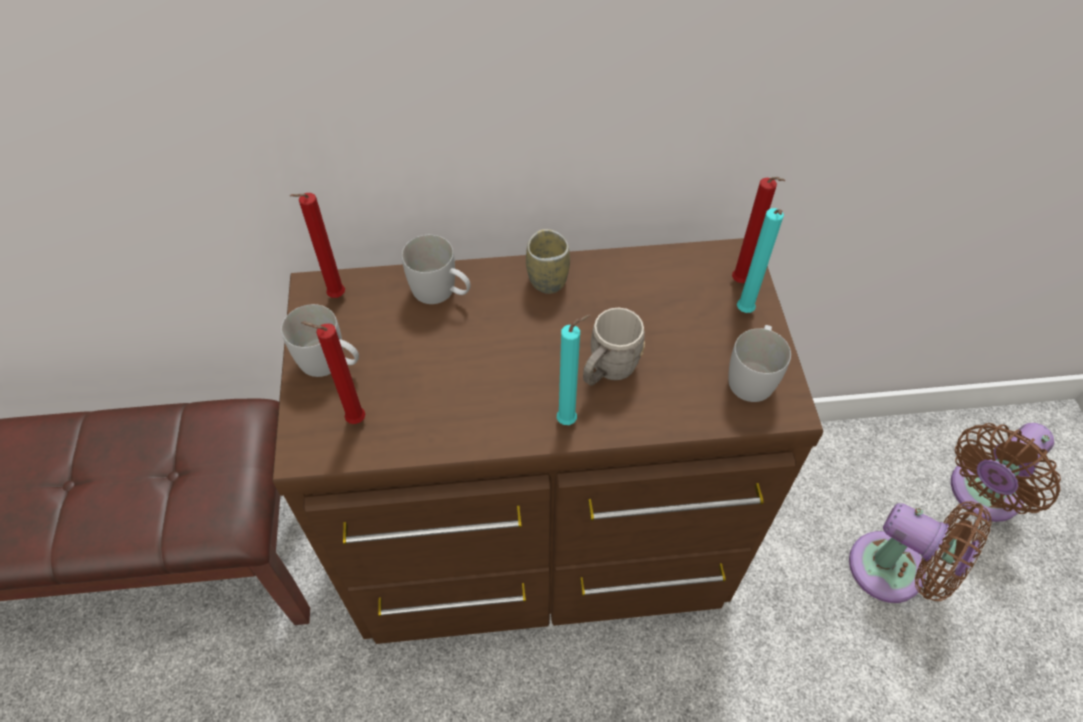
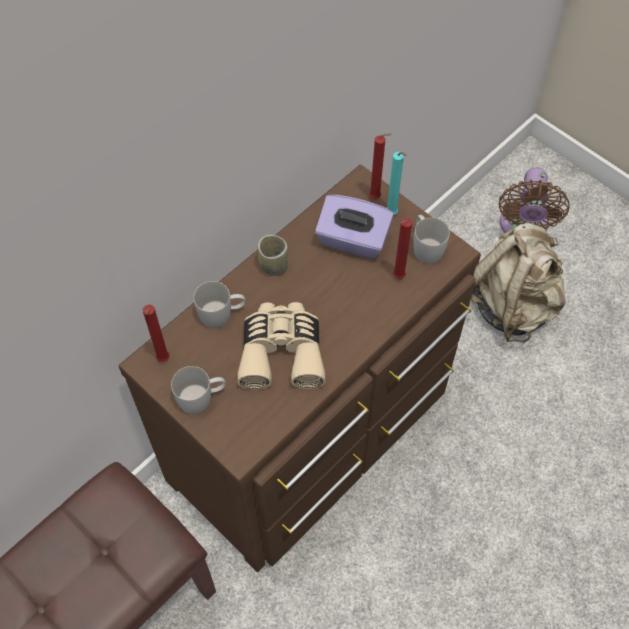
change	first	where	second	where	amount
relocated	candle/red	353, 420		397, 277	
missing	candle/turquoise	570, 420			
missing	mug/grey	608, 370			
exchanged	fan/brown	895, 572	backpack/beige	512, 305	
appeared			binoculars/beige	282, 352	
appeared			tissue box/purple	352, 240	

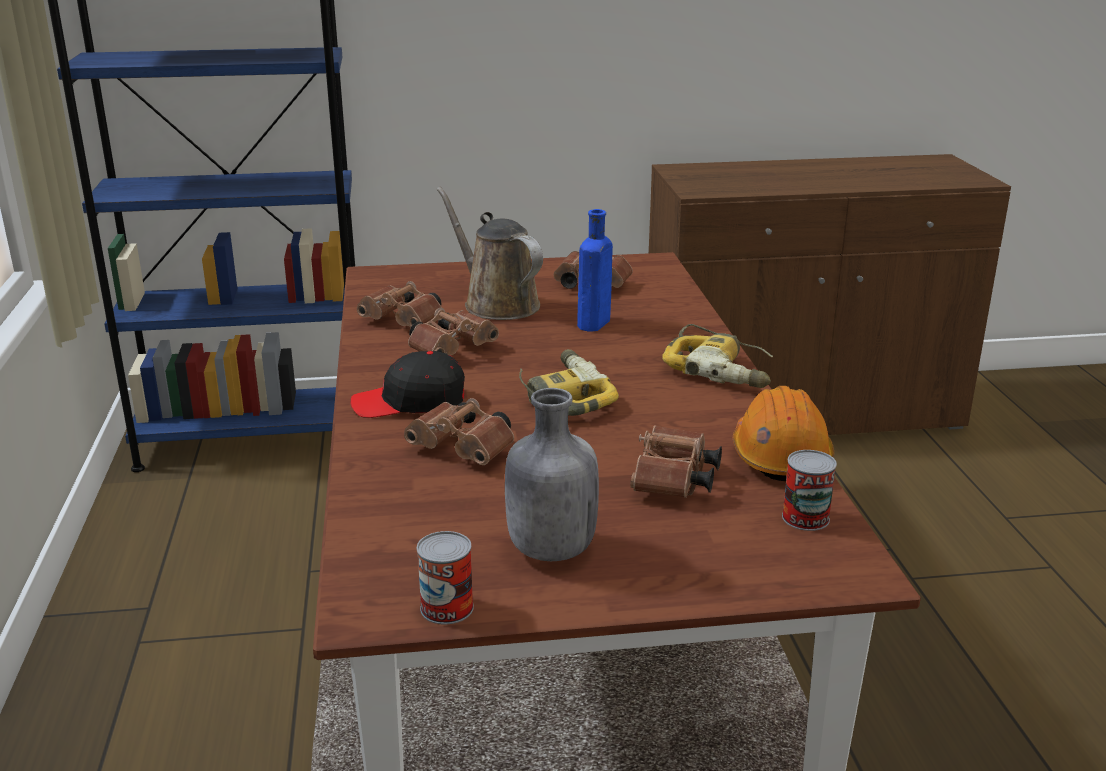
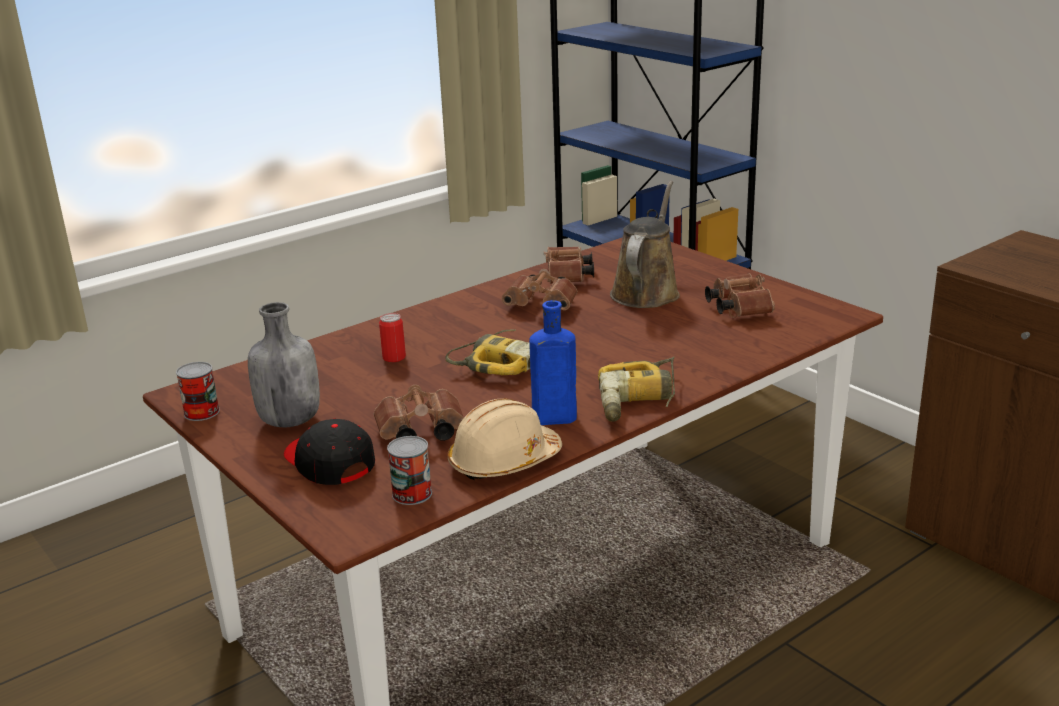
change	first	where	second	where	amount
relocated	cap/black	410, 402		329, 463	
exchanged	binoculars/brown	465, 450	can	394, 357	
relocated	bottle/blue	593, 325		551, 419	
colour	hard hat/orange	780, 456	hard hat/beige	504, 461	

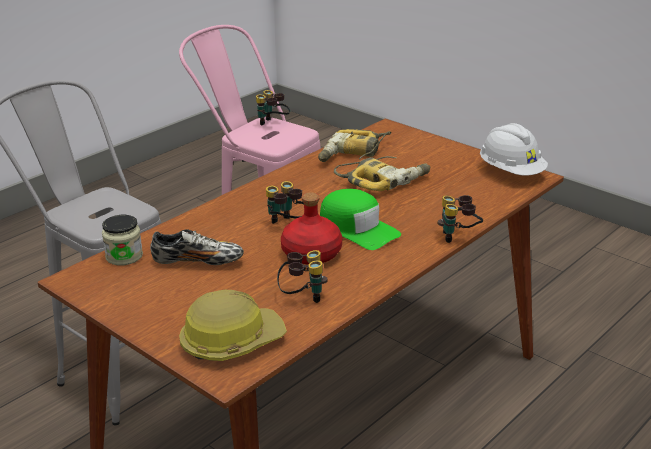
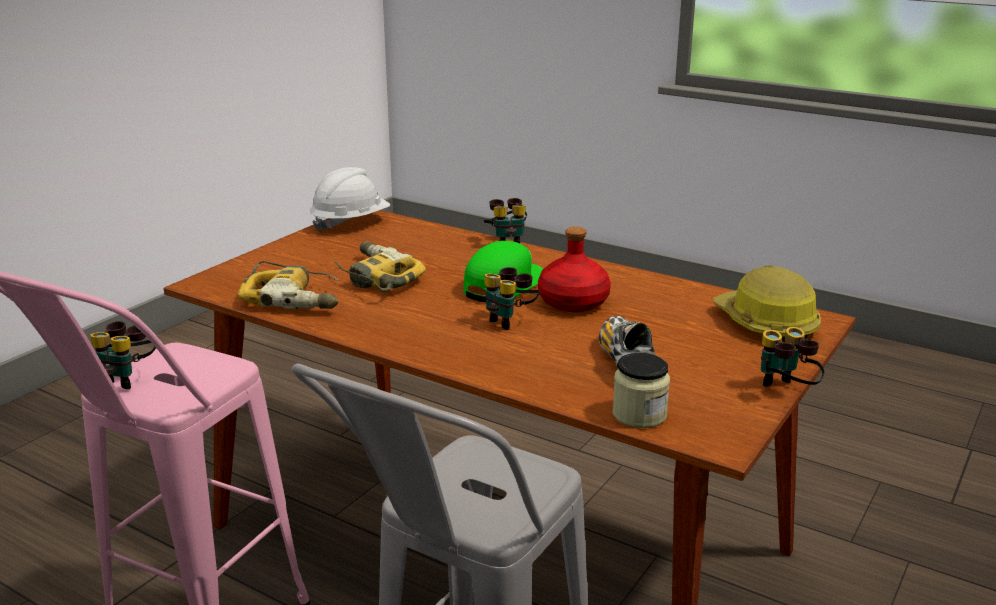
change	first	where	second	where	amount
relocated	binoculars	302, 297		785, 392	

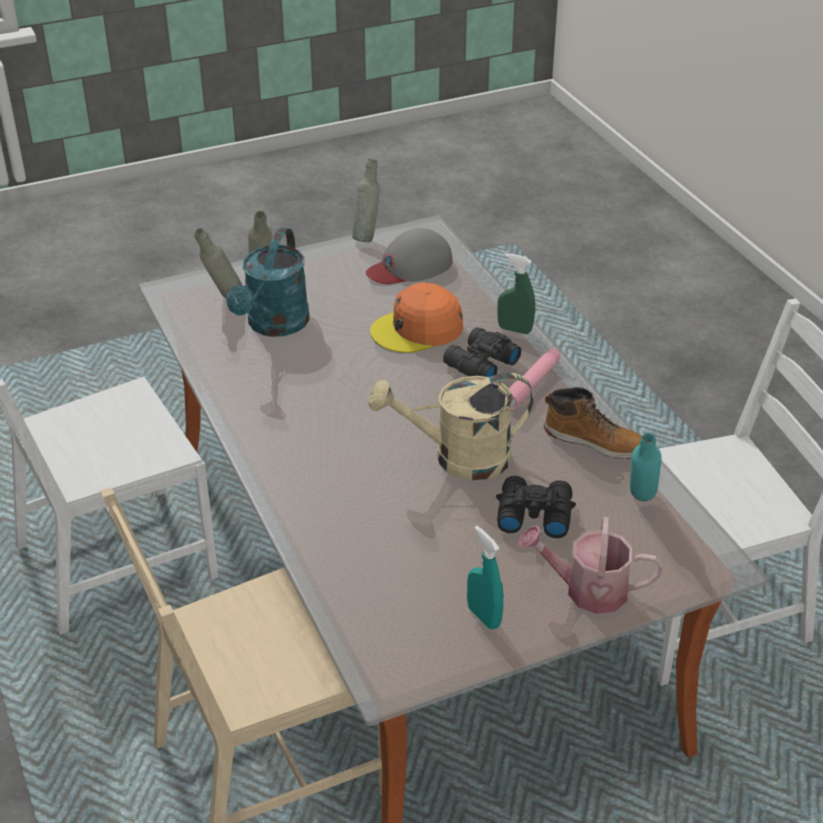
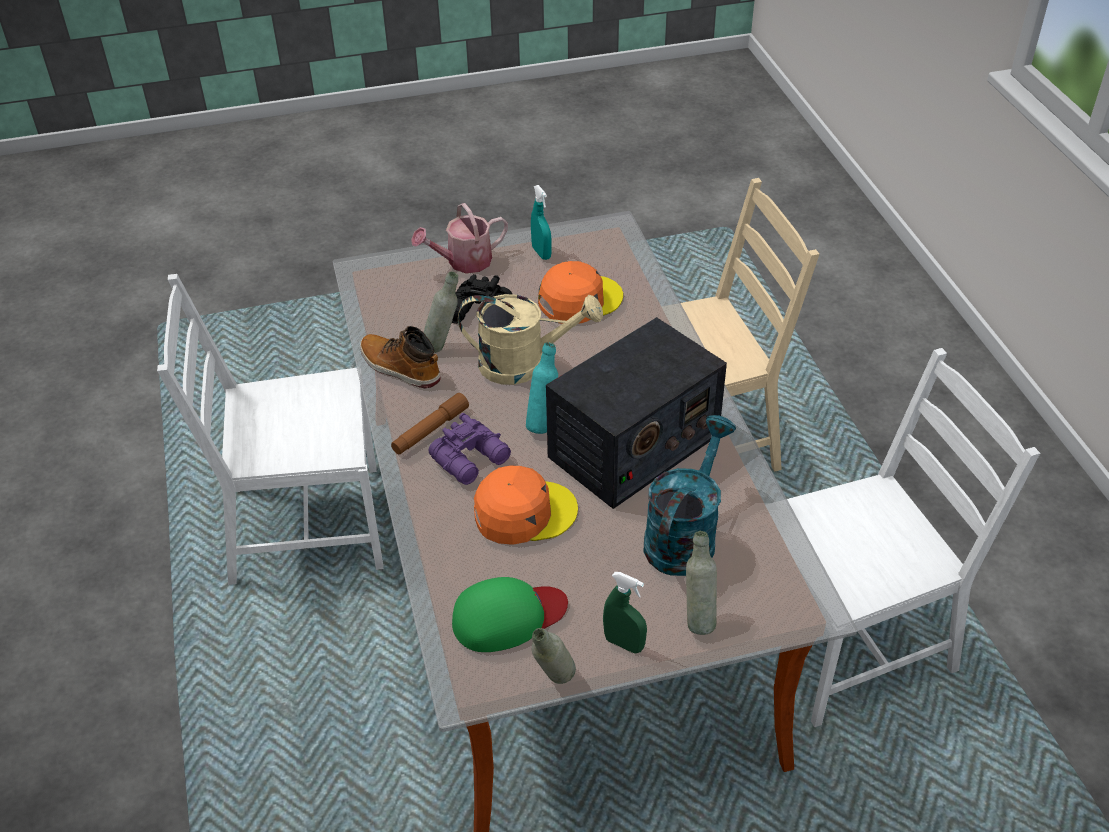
change	first	where	second	where	amount
relocated	bottle/grey	222, 299		443, 346	
colour	cap/grey	410, 266	cap/green	508, 617	
colour	binoculars/black	479, 364	binoculars/purple	472, 459	
relocated	spray bottle/green	514, 329		624, 643	
colour	flashlight/pink	531, 384	flashlight/brown	430, 430	
spun	watering can	587, 590		463, 262	135 degrees clockwise
relocated	bottle/turquoise	640, 503		543, 423	
appeared			cap/orange	579, 300	
appeared			radio	633, 446	

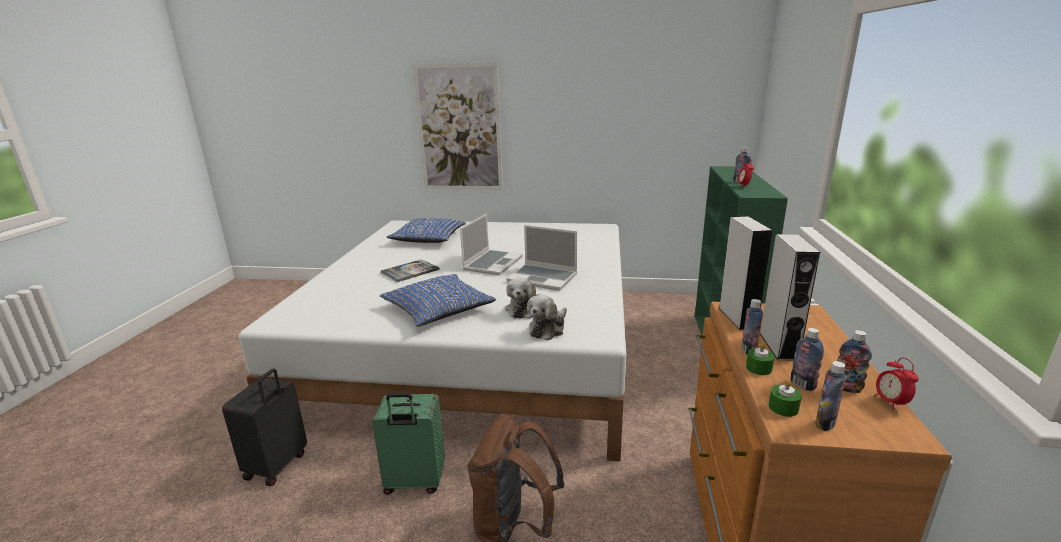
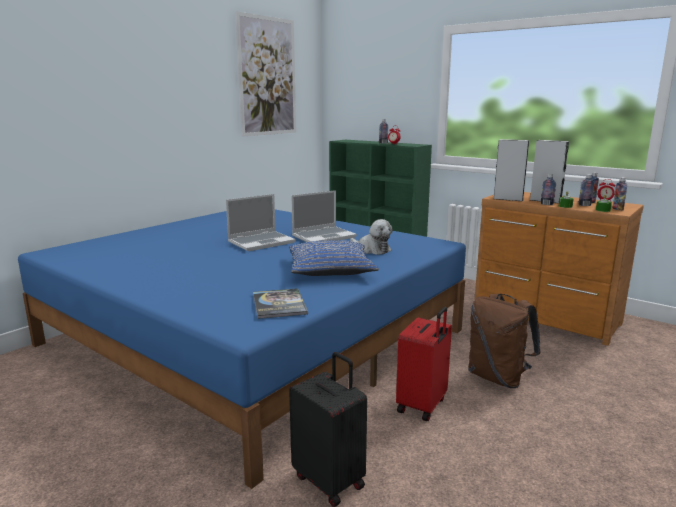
change	first	where	second	where	amount
colour	bed/white	478, 347	bed/blue	254, 337	
colour	suitcase/green	414, 482	suitcase/red	423, 405	
relocated	book	410, 271		279, 304	
missing	pillow/blue	428, 238			
relocated	picture	459, 128		267, 77	
spun	laptop	492, 263		261, 242	90 degrees clockwise
missing	plush toy	548, 329			

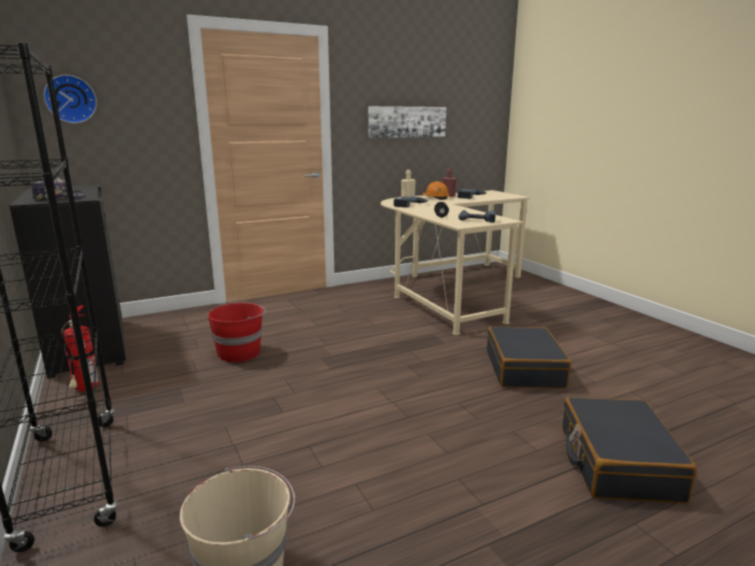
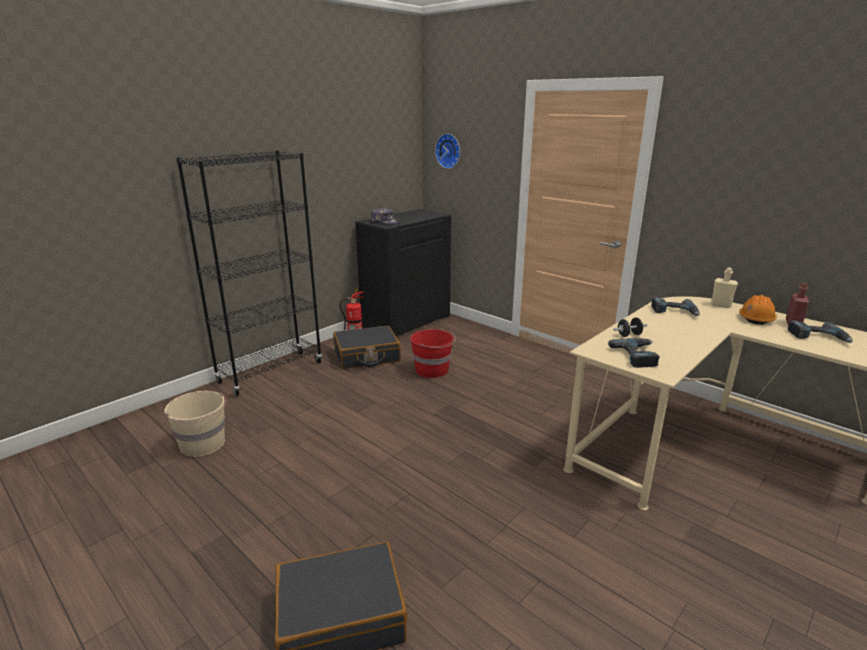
change	first	where	second	where	amount
missing	picture	407, 122			
relocated	suitcase/black	524, 369		367, 356	

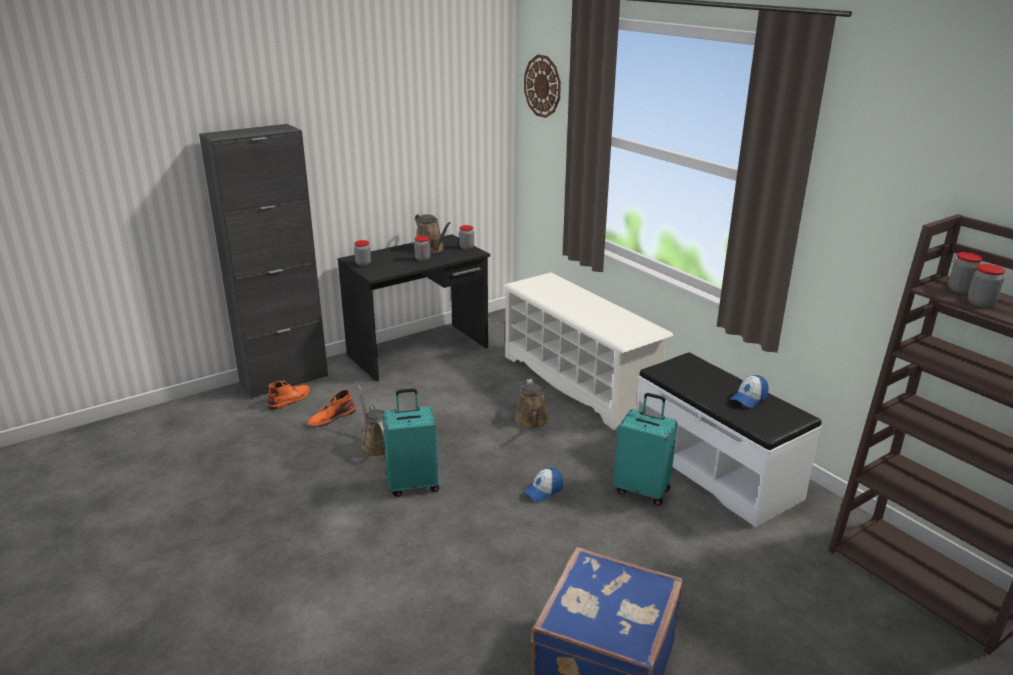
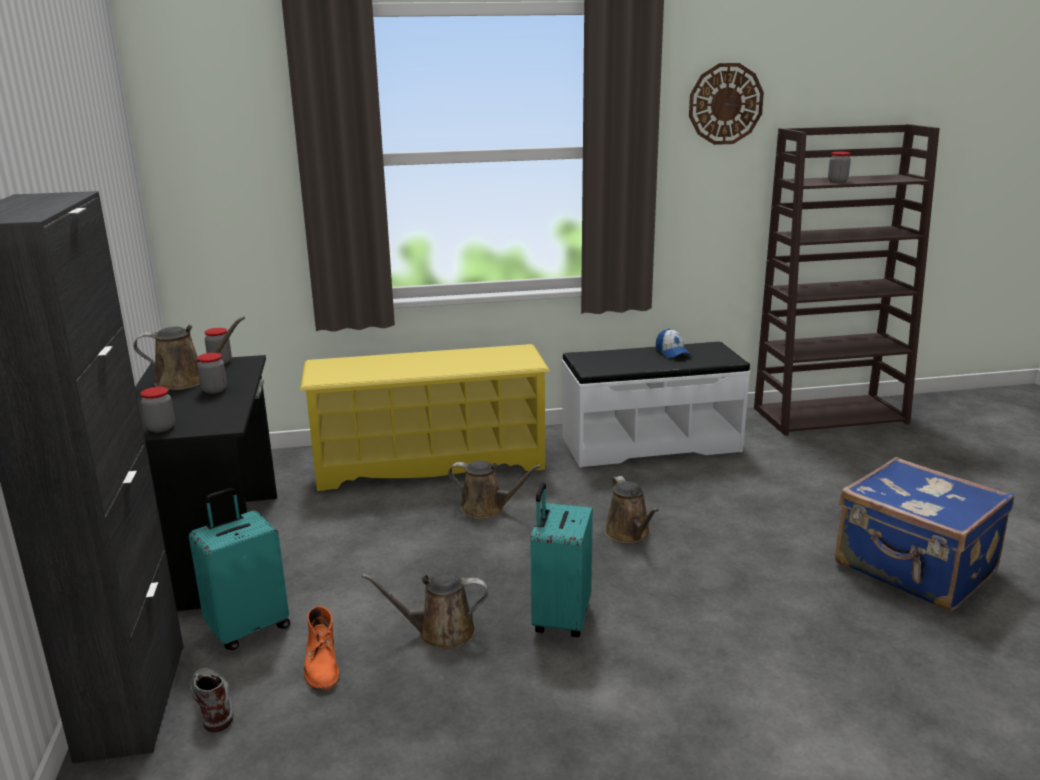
change	first	where	second	where	amount
colour	boot/orange	290, 399	boot/grey	212, 701	
colour	shoe rack/white	578, 382	shoe rack/yellow	430, 463	
exchanged	cap	543, 491	watering can/brown	629, 534	
relocated	wall clock	542, 86		725, 104	
relocated	suitcase/turquoise	642, 490		248, 628	
missing	jar	960, 289			

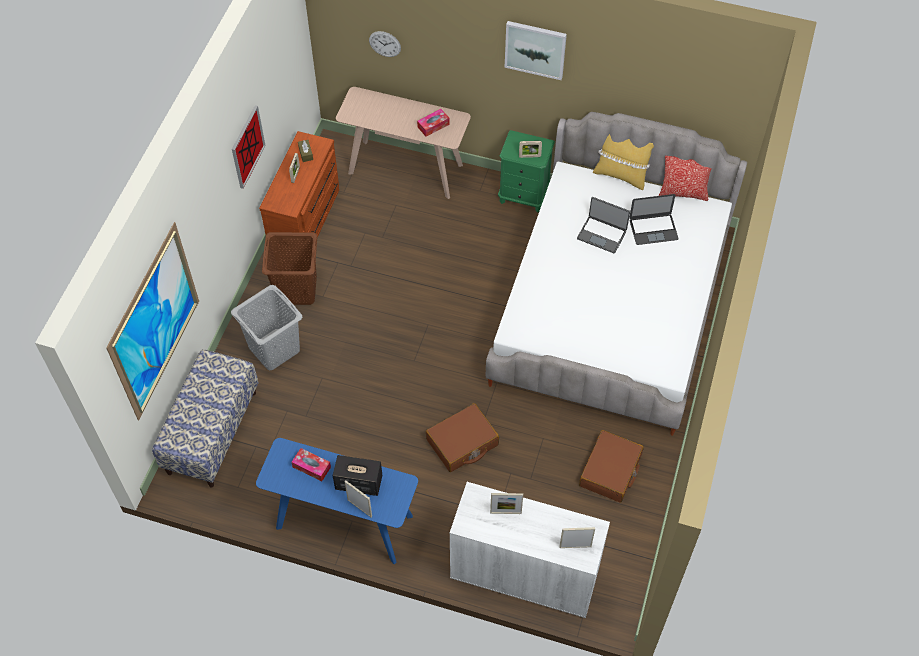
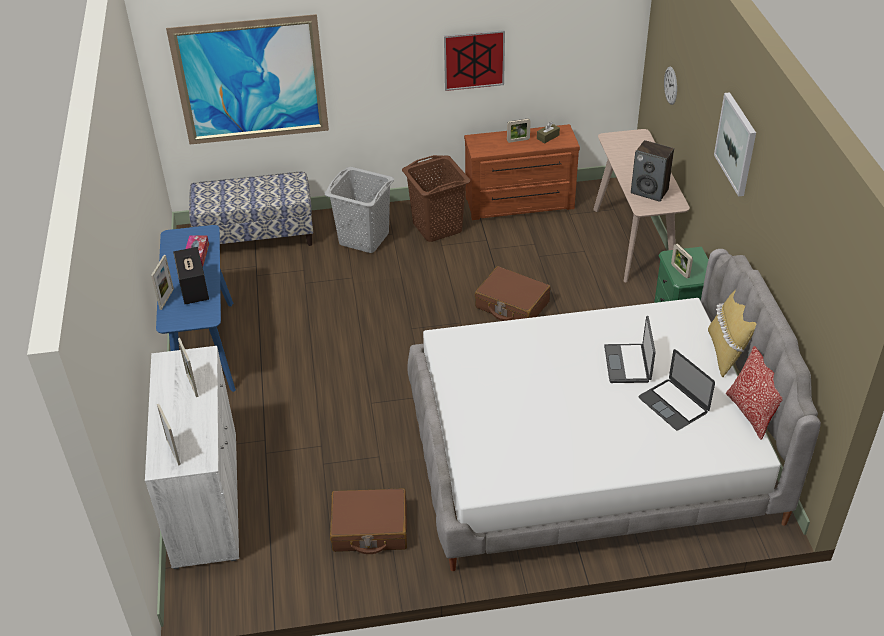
change	first	where	second	where	amount
exchanged	tissue box	433, 125	speaker	650, 191	
relocated	suitcase/brown	462, 443		512, 305	

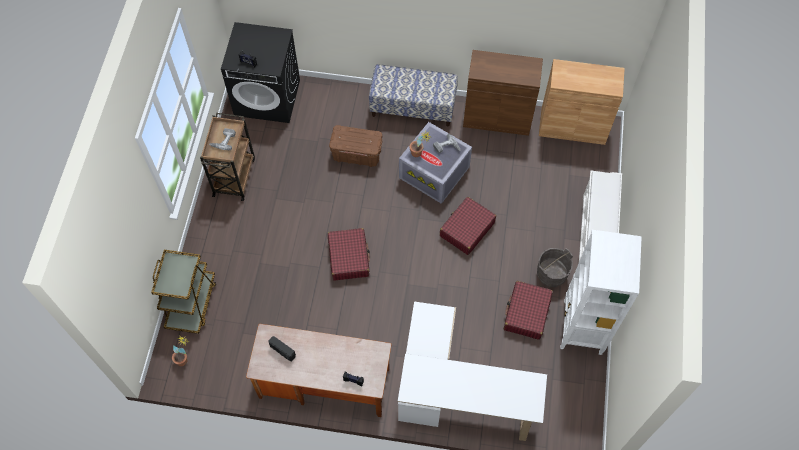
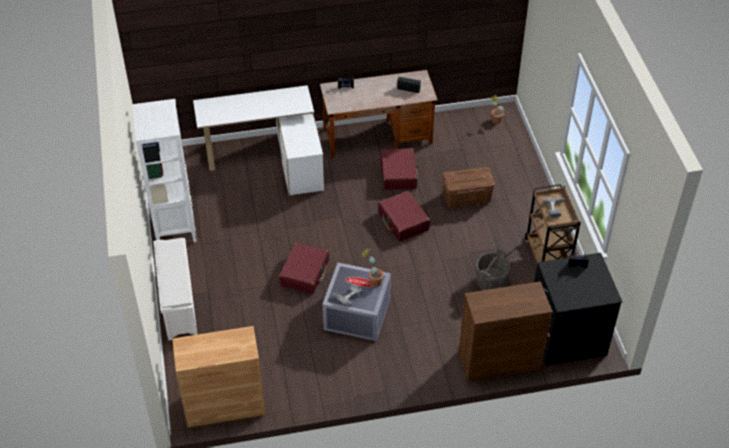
change	first	where	second	where	amount
missing	cart/brown	191, 303			
relocated	storage box/brown	357, 154		466, 198	
missing	bench	413, 107			
relocated	cabinet/brown	497, 117		499, 360	
relocated	suitcase/red	526, 313		398, 174	
relocated	bucket/grey	551, 274		491, 282	

